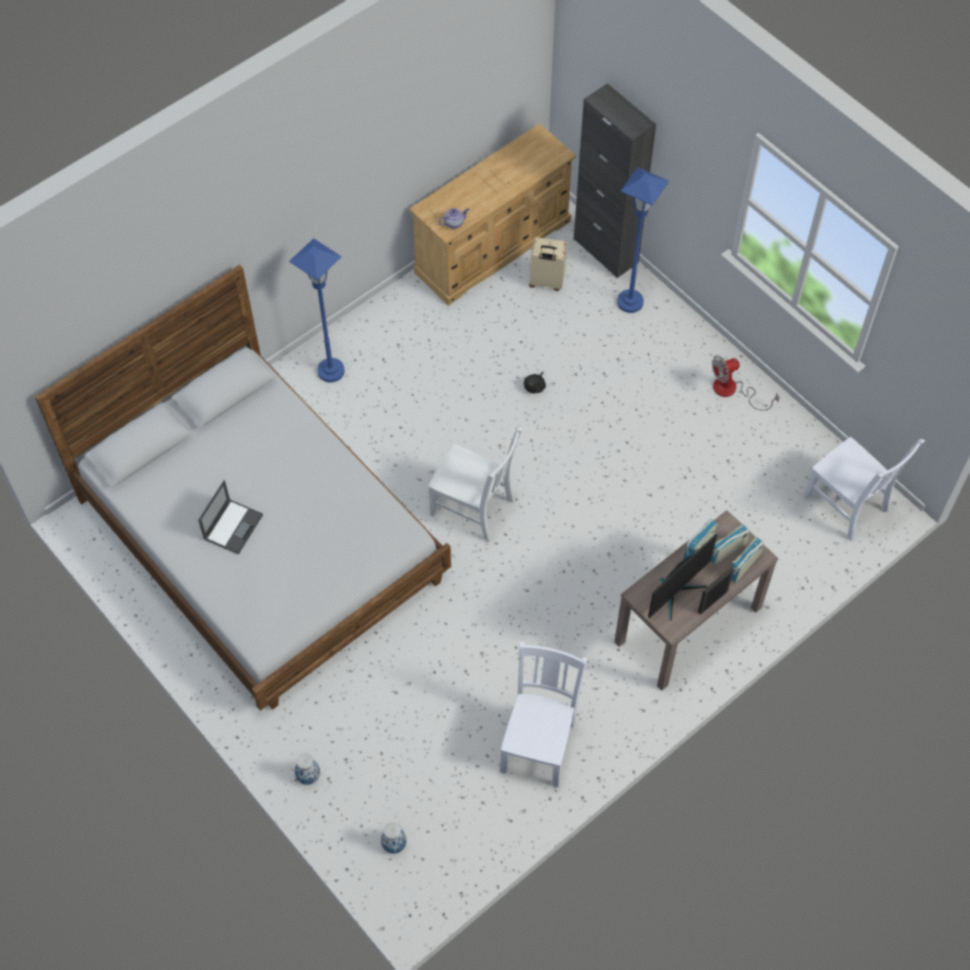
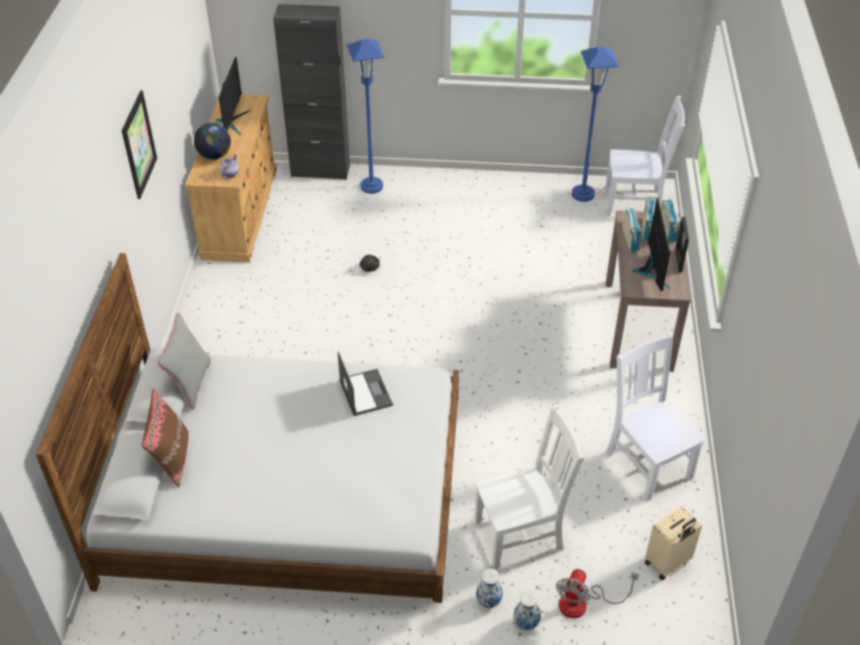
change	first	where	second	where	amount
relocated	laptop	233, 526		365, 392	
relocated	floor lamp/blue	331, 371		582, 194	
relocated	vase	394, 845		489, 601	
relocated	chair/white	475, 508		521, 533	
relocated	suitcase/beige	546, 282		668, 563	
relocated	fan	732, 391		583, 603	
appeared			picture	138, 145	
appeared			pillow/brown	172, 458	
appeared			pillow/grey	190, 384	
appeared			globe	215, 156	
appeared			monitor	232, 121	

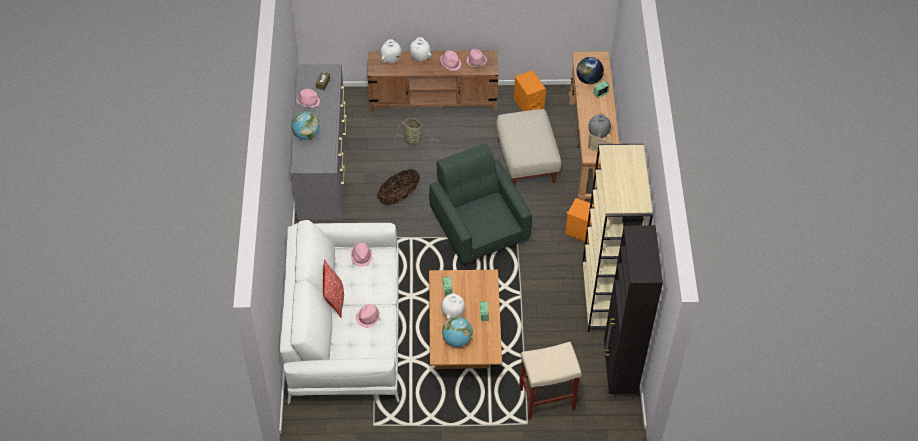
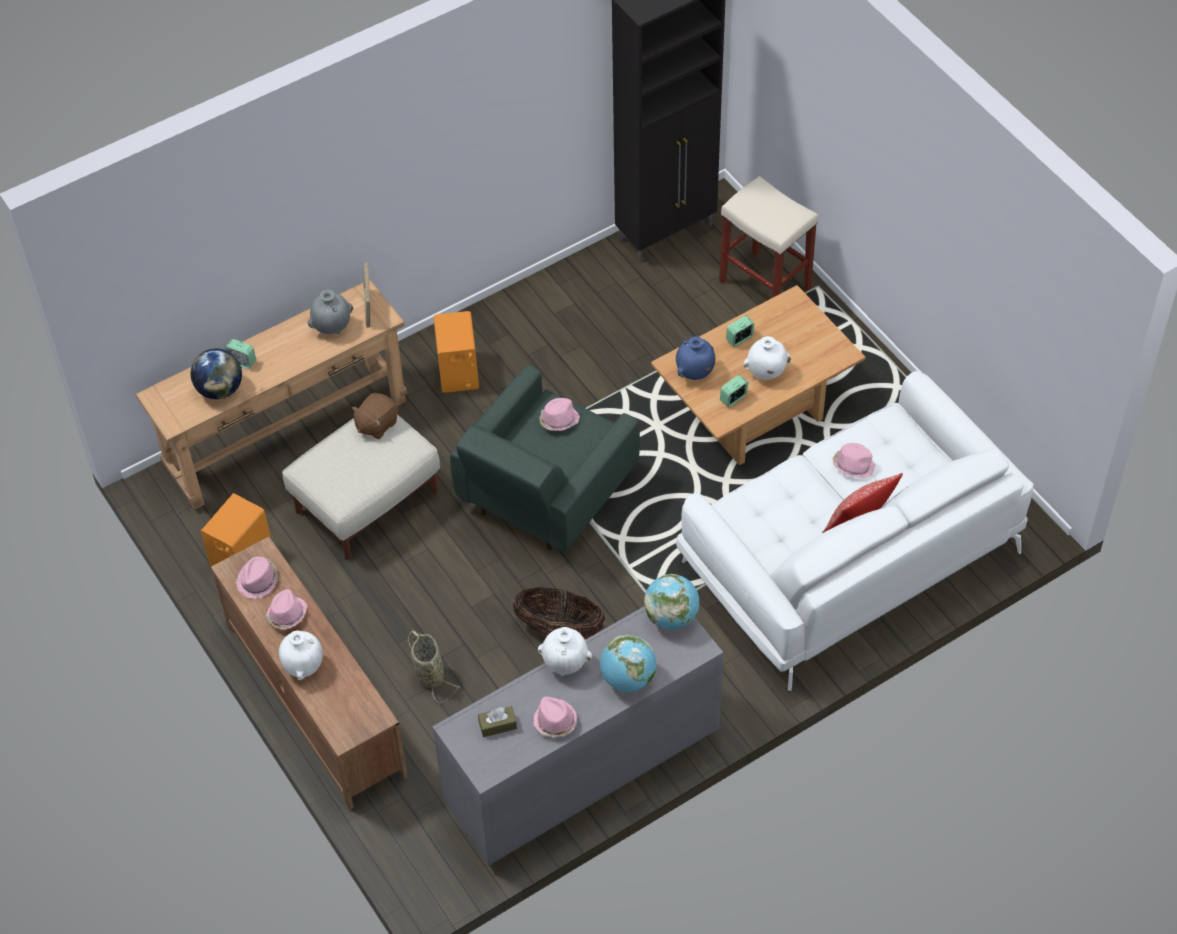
change	first	where	second	where	amount
relocated	hat/pink	361, 256		558, 420	
relocated	vase/white	391, 60		565, 664	
relocated	globe	457, 340		671, 617	
missing	bookcase/beige	605, 297			
appeared			plush toy/brown	376, 424	
appeared			vase/blue	694, 373	

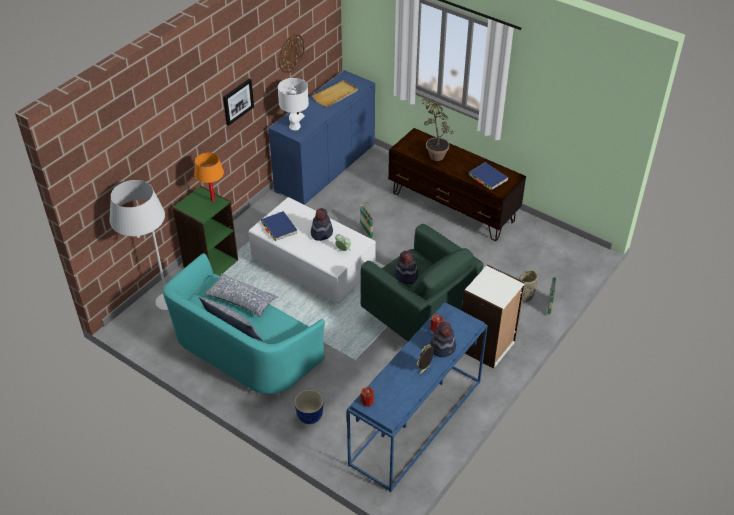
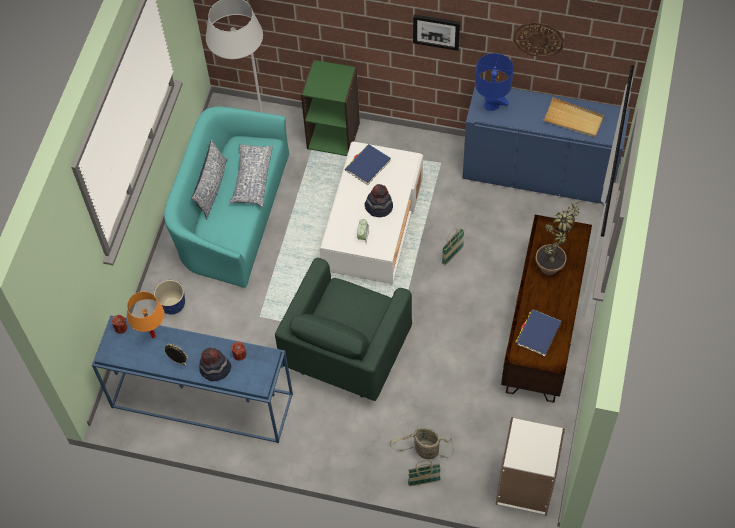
change	first	where	second	where	amount
relocated	table lamp/orange	213, 200		153, 336	
colour	table lamp/white	295, 126	table lamp/blue	491, 105	
missing	hat	406, 276			
relocated	bookcase/white	487, 346		524, 487	

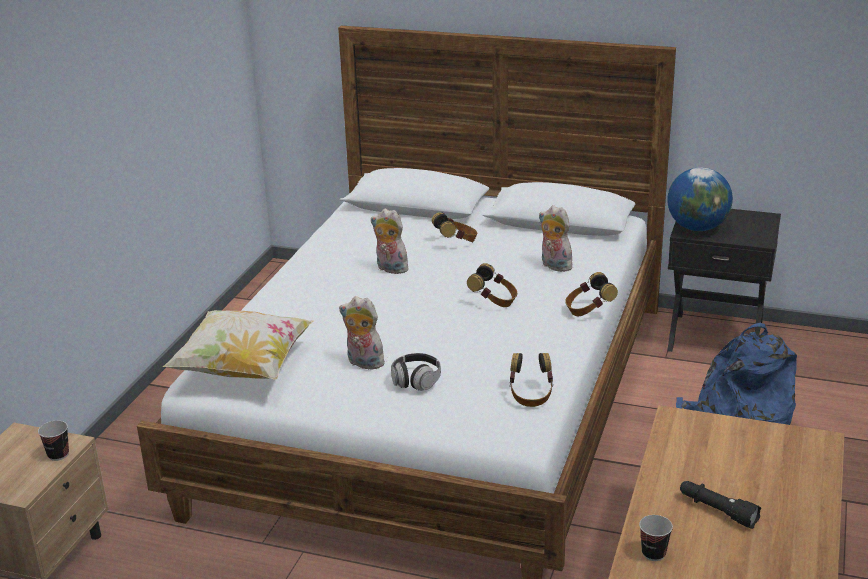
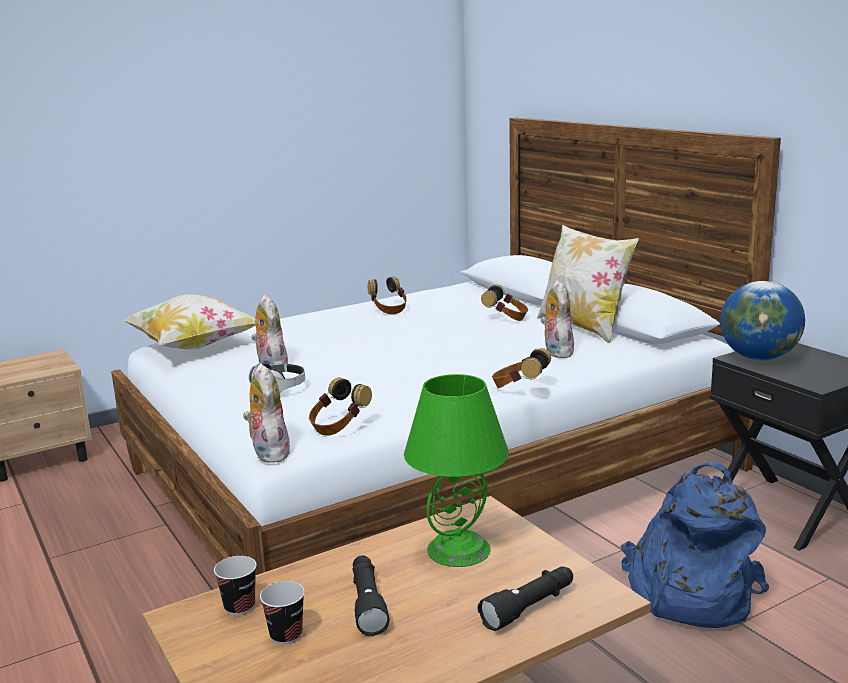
change	first	where	second	where	amount
relocated	cup	58, 454		286, 635	
relocated	plush toy	390, 269		268, 453	
relocated	headphones	494, 301		389, 310	
appeared			table lamp/green	458, 550	
appeared			flashlight/black	529, 607	
appeared			pillow	583, 327	

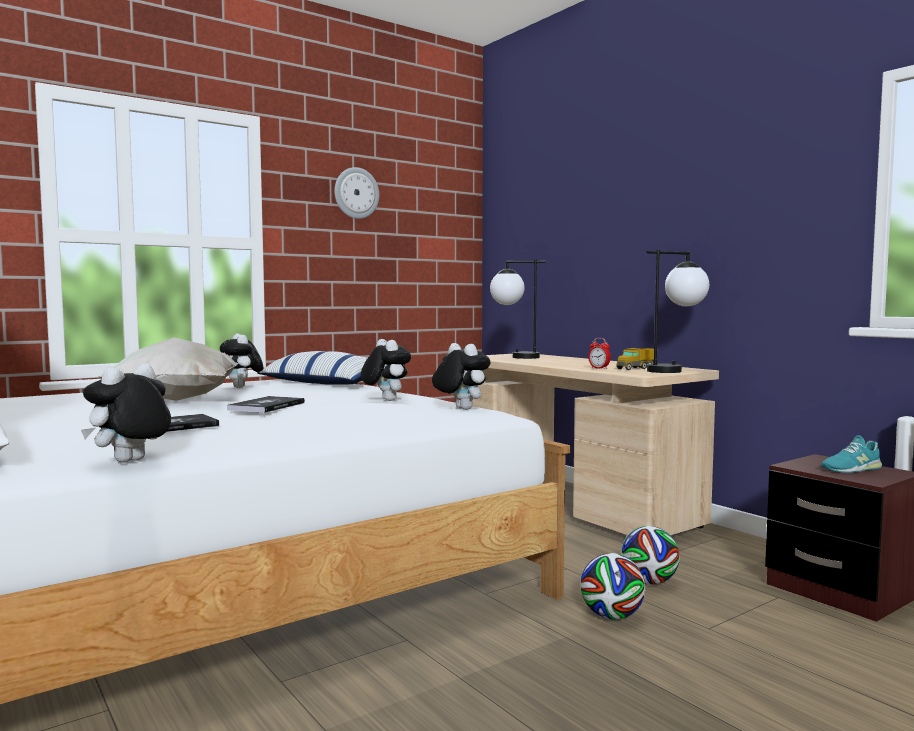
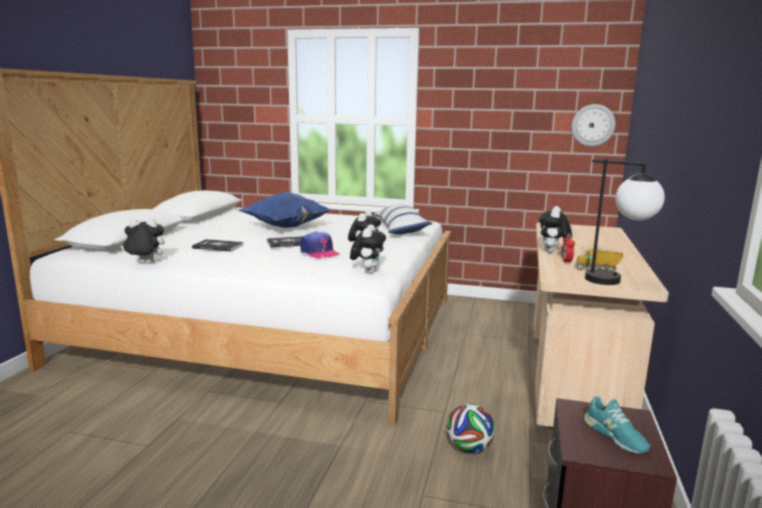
change	first	where	second	where	amount
colour	pillow/white	175, 401	pillow/blue	284, 228	
relocated	plush toy	242, 387		552, 252	
relocated	wall clock	356, 193		593, 125	
missing	table lamp	514, 357			
missing	football	611, 616			
spun	shoe/turquoise	851, 469		615, 436	150 degrees counterclockwise
appeared			cap	319, 252	

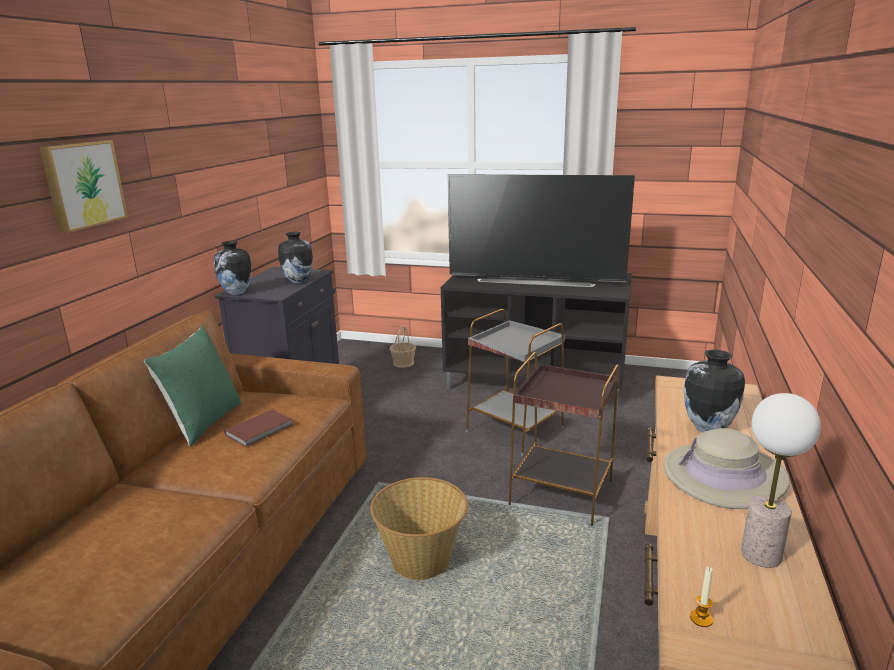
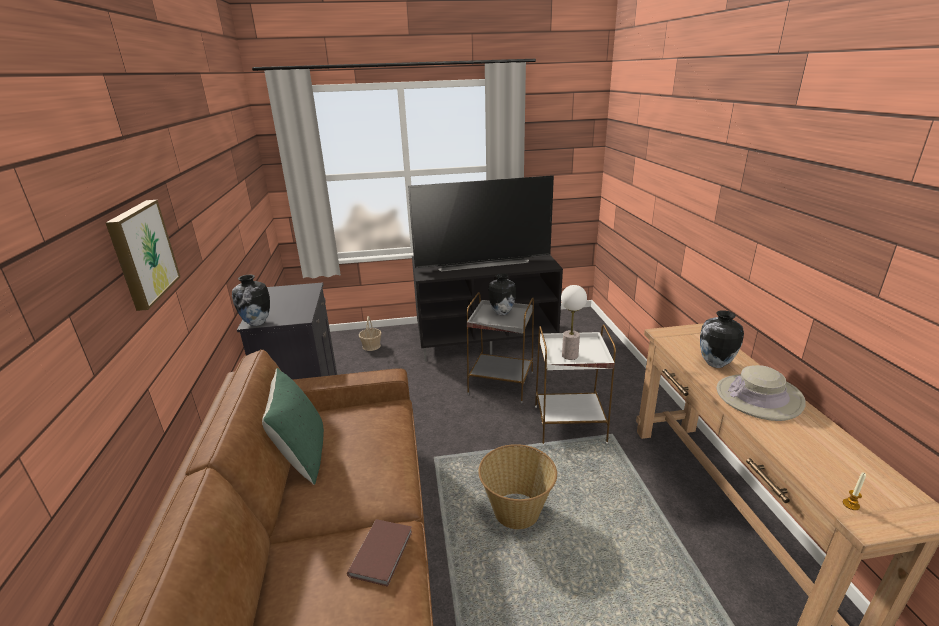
change	first	where	second	where	amount
relocated	book/brown	261, 430		383, 552	
relocated	vase	298, 281		501, 312	
colour	side table/brown	562, 493	side table/white	570, 424	
relocated	table lamp	761, 555		570, 355	

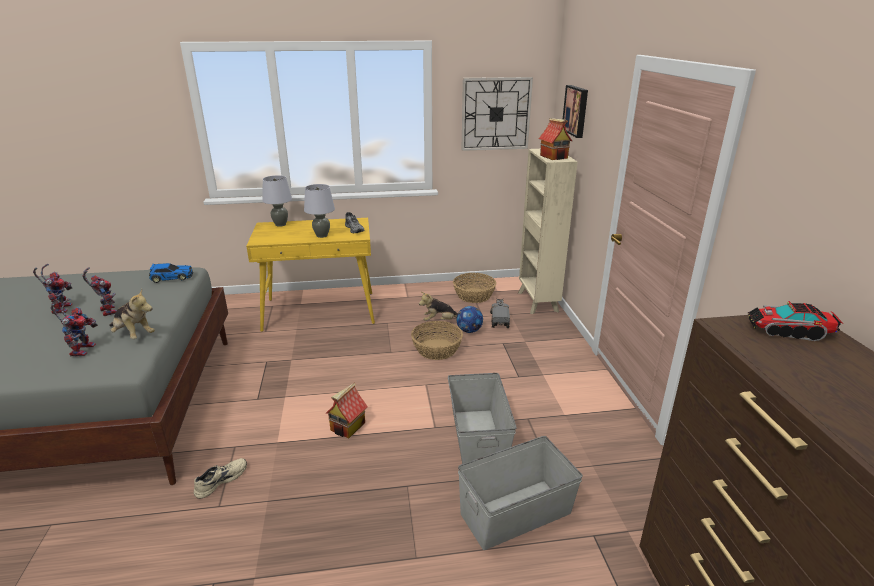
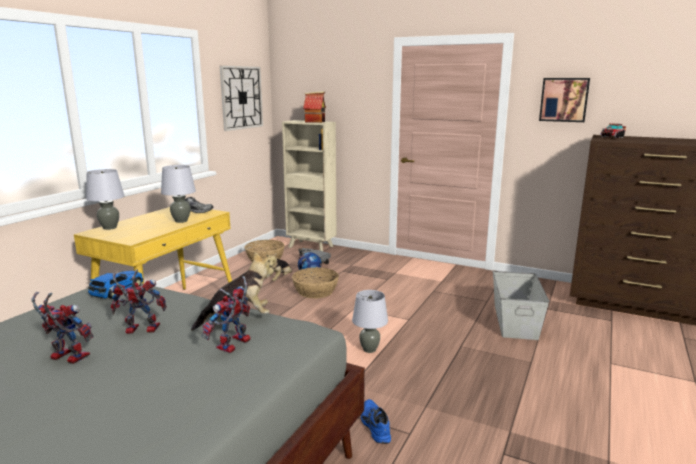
change	first	where	second	where	amount
spun	toy robot	82, 349		233, 346	90 degrees counterclockwise
colour	shoe/beige	220, 480	shoe/blue	374, 426	
exchanged	toy house	348, 427	table lamp/grey	369, 349	
missing	storage box/grey	477, 439			
relocated	picture	576, 110		564, 99	

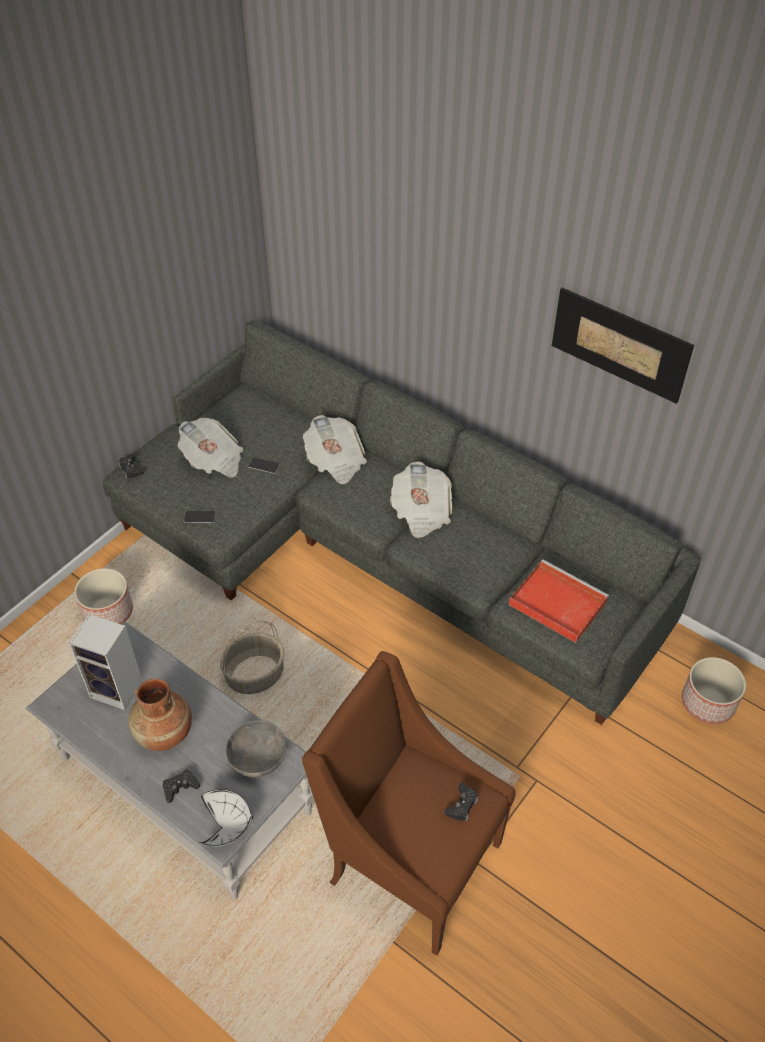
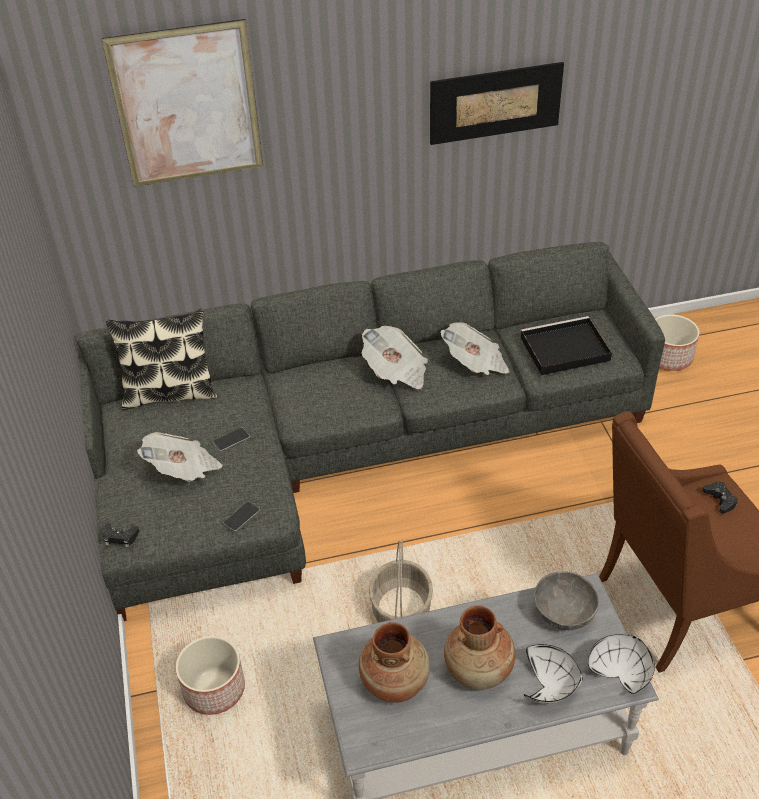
change	first	where	second	where	amount
exchanged	speaker	118, 689	vase/brown	395, 681	
exchanged	game controller/black	180, 787	bowl/white	550, 687	
relocated	newspaper	335, 461		475, 364	
colour	tray/red	555, 602	tray/black	563, 349	
appeared			picture	187, 105	
appeared			pillow	169, 393	

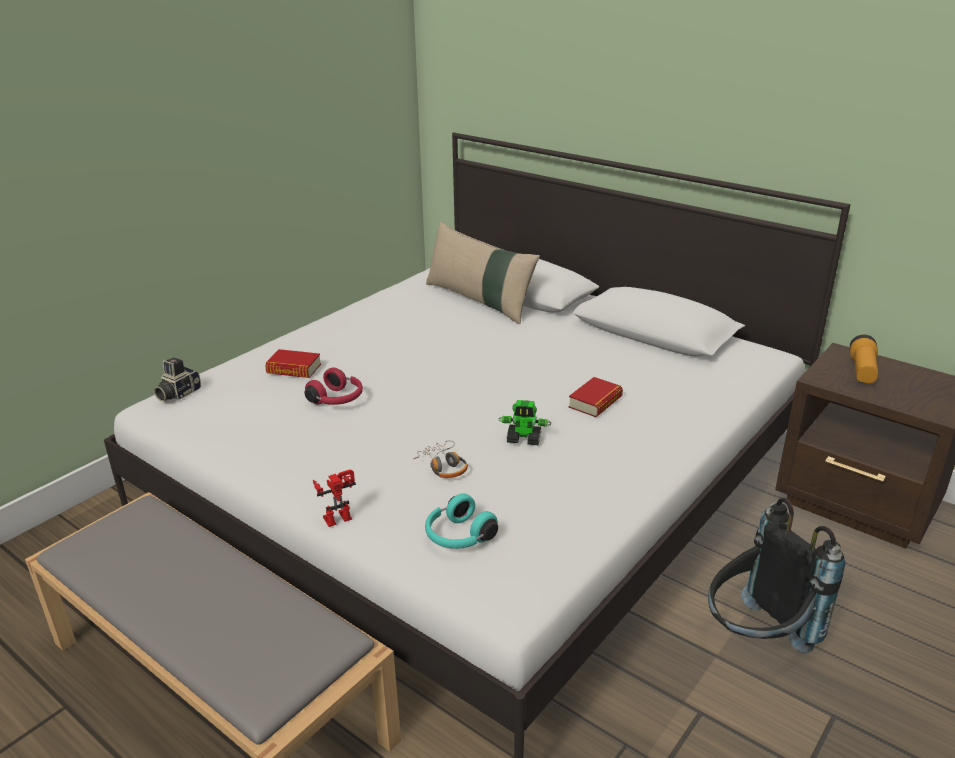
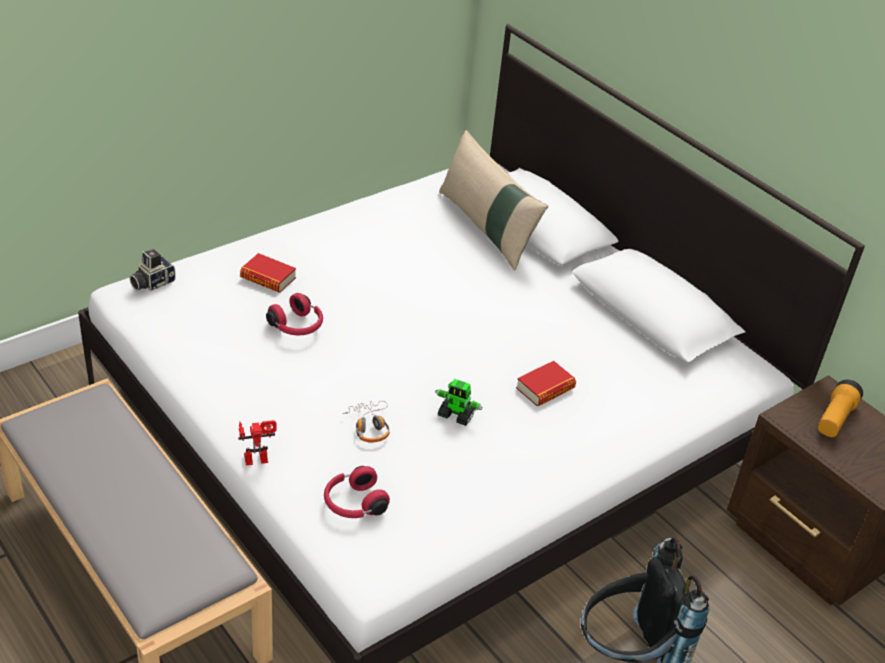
change	first	where	second	where	amount
colour	headphones/turquoise	458, 537	headphones/red	353, 504	

